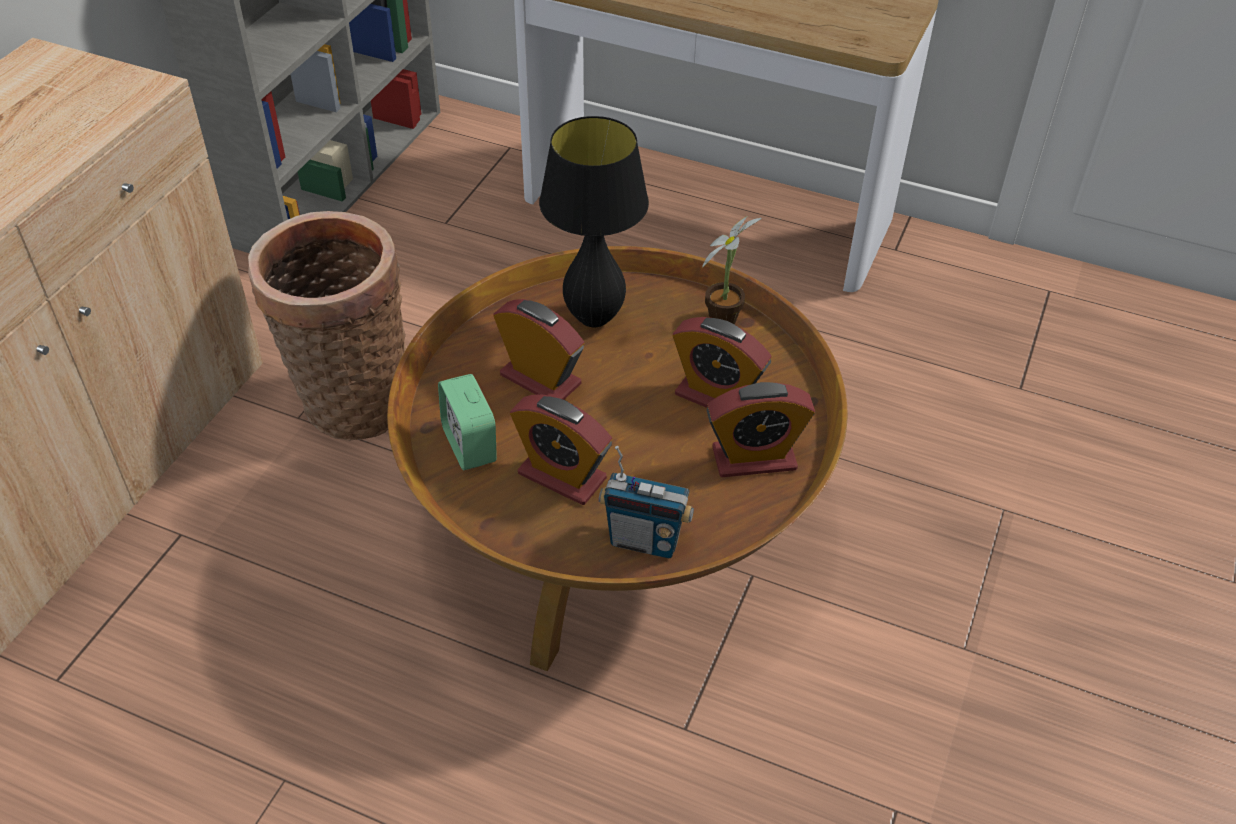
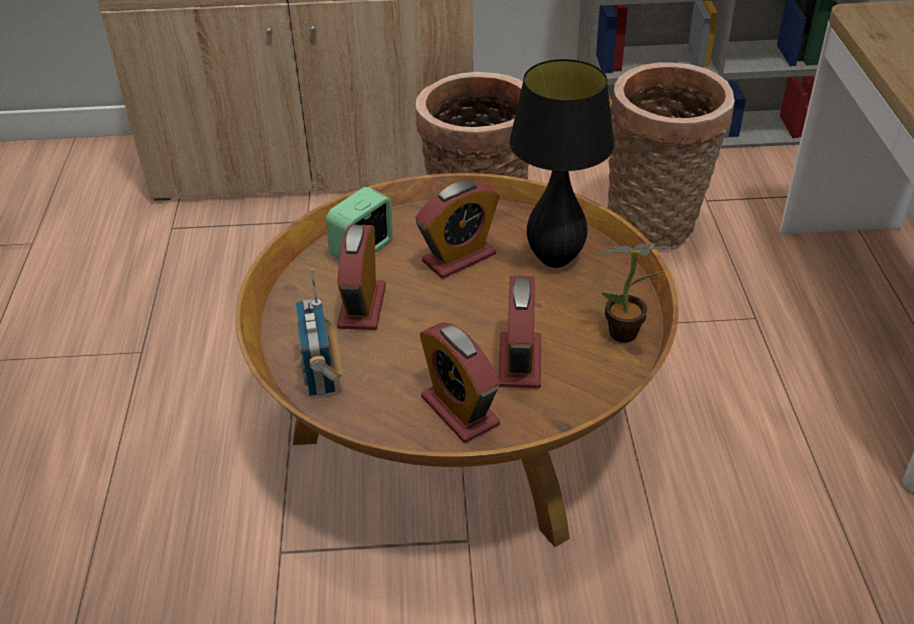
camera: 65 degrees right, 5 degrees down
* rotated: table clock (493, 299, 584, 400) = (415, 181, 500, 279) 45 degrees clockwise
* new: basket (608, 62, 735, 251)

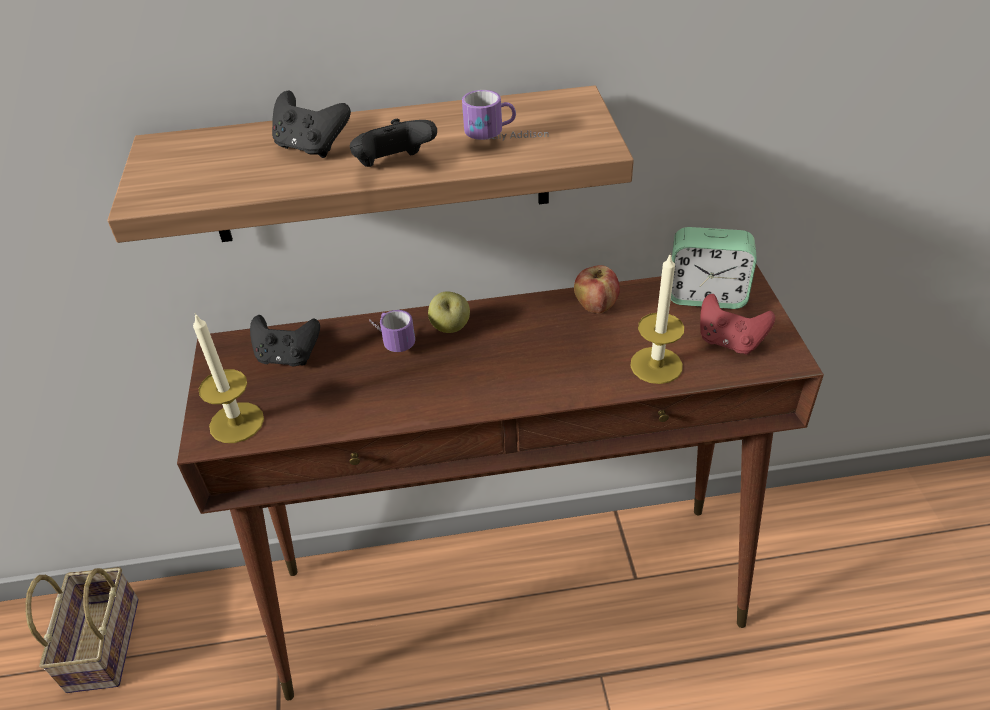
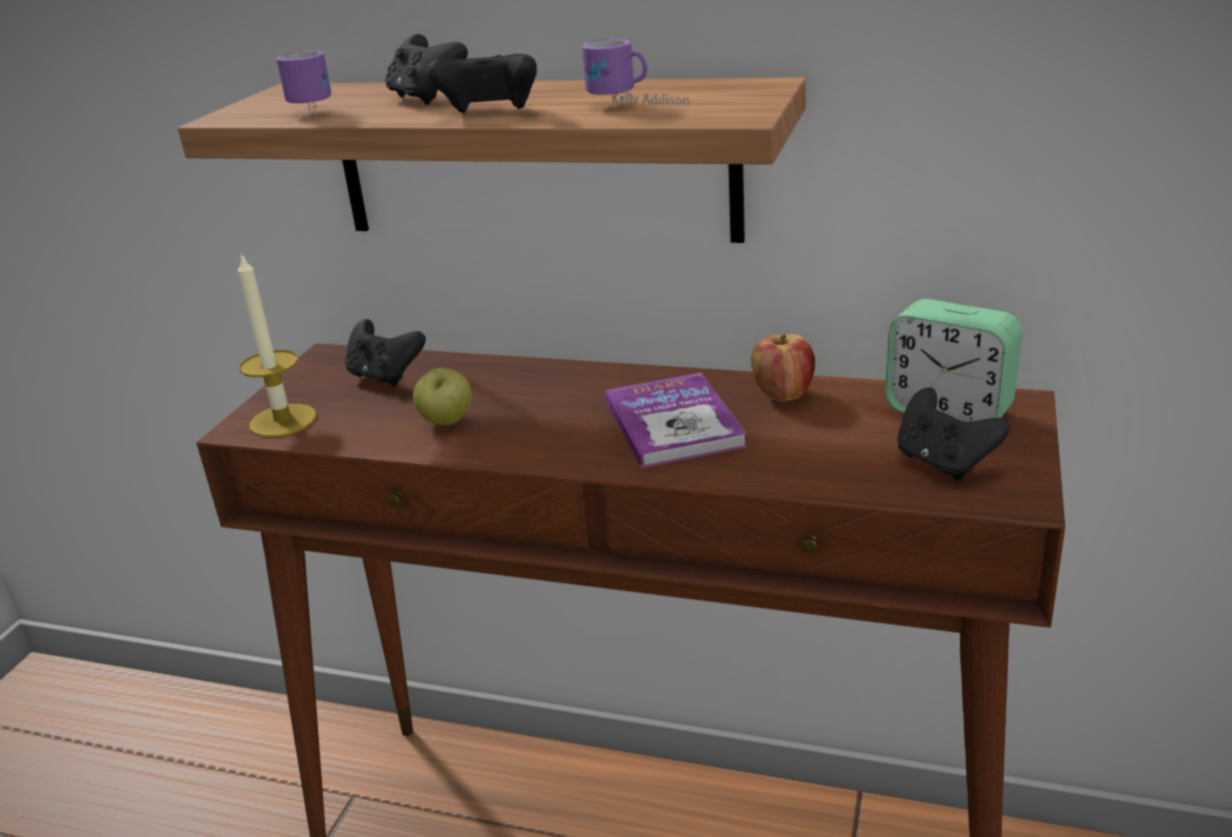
camera: 25 degrees right, 15 degrees down
* gone: wax candle (630, 252, 684, 384)
* shifted: apple fruit (428, 292, 470, 333) to (413, 368, 472, 425)
* repainted: reddish joypad (700, 294, 775, 355) to black-coloured joypad (897, 388, 1010, 481)
* shifted: tea mug (369, 310, 415, 352) to (276, 51, 331, 111)
* gone: basket (25, 567, 139, 693)
* new: book (605, 373, 747, 468)

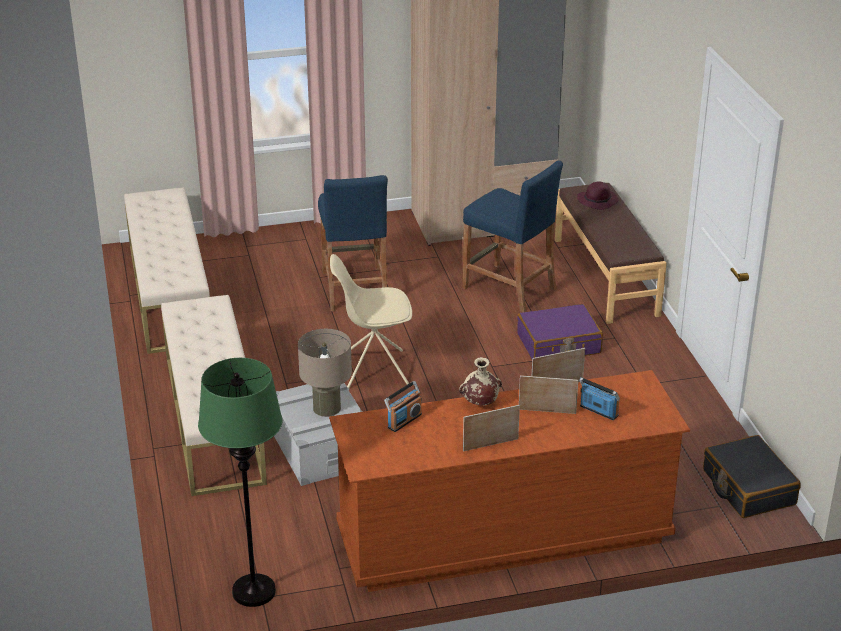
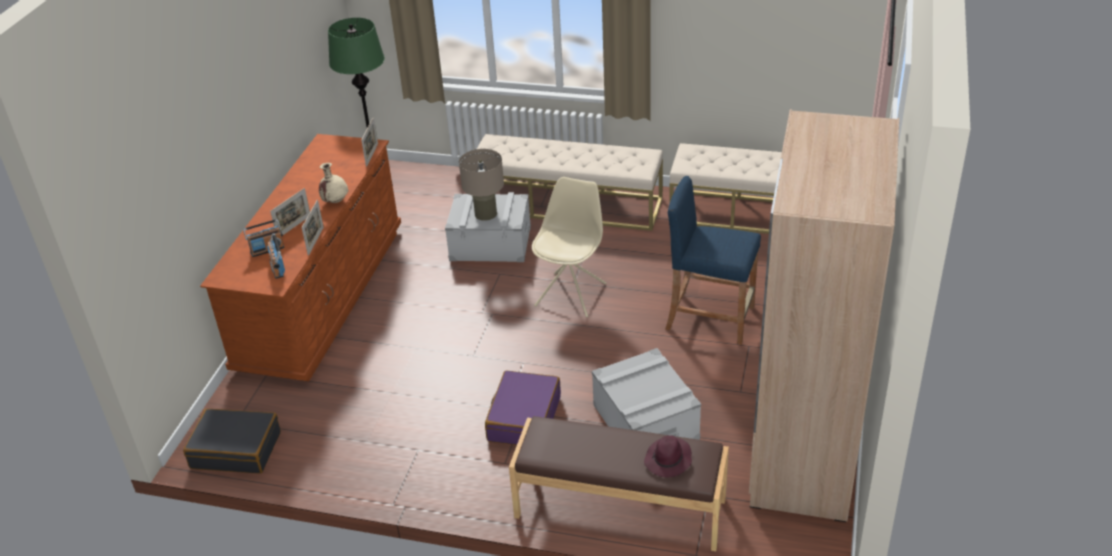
camera: 120 degrees right, 5 degrees up
* swapped: blue-coloured stool (462, 161, 563, 312) to gray storage bin (592, 348, 701, 440)
* shifted: radio receiver (384, 381, 422, 432) to (267, 233, 285, 279)
* shifted: photo frame (463, 405, 520, 451) to (361, 117, 378, 167)

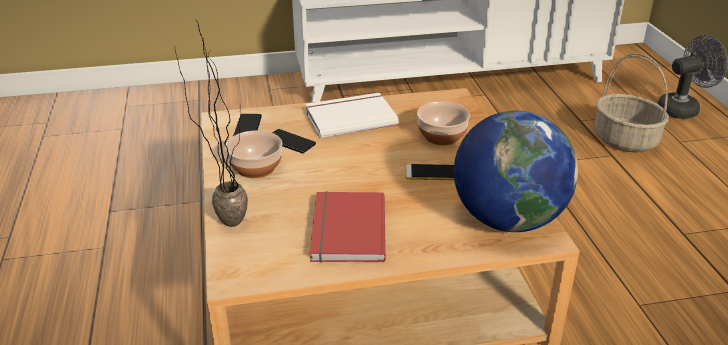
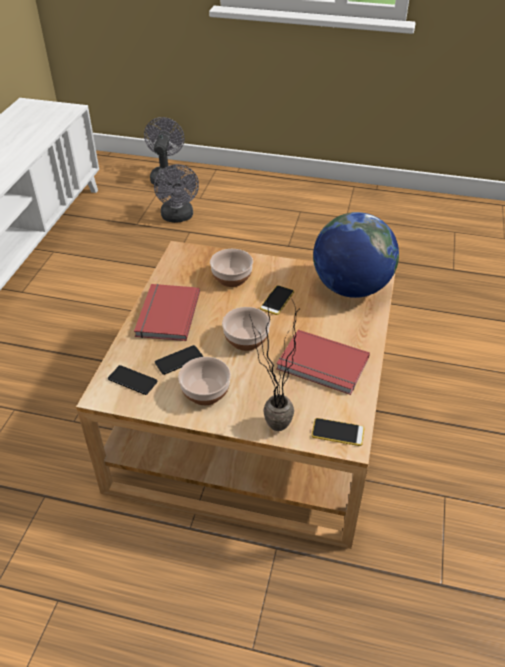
camera: 65 degrees left, 10 degrees up
* swapped: basket (594, 53, 669, 153) to gray cooling fan (154, 164, 199, 223)
* repainted: white-coloured book (305, 93, 399, 138) to reddish book (134, 284, 200, 341)
* new: serving bowl (222, 307, 270, 351)
* new: handset (311, 418, 364, 446)

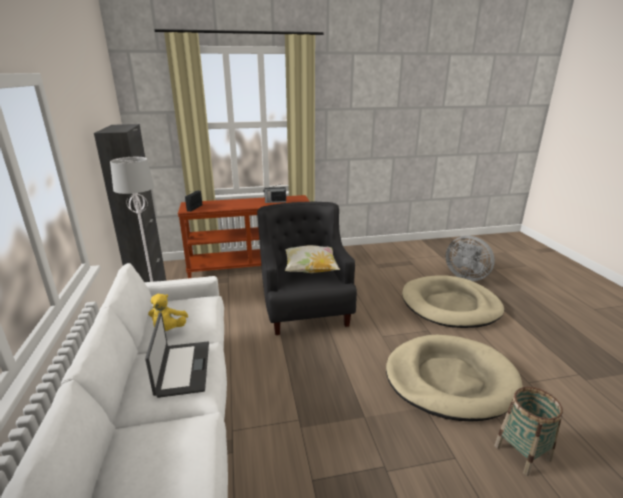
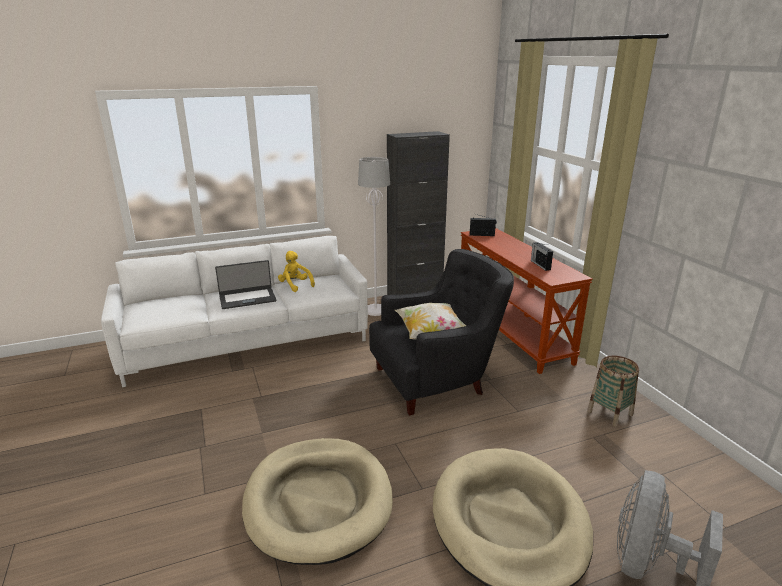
camera: 80 degrees right, 0 degrees up
* rotated: yellowish cuddly toy (148, 294, 188, 331) = (278, 251, 315, 292) 60 degrees clockwise
* shifted: basket (494, 387, 563, 476) to (587, 356, 639, 427)

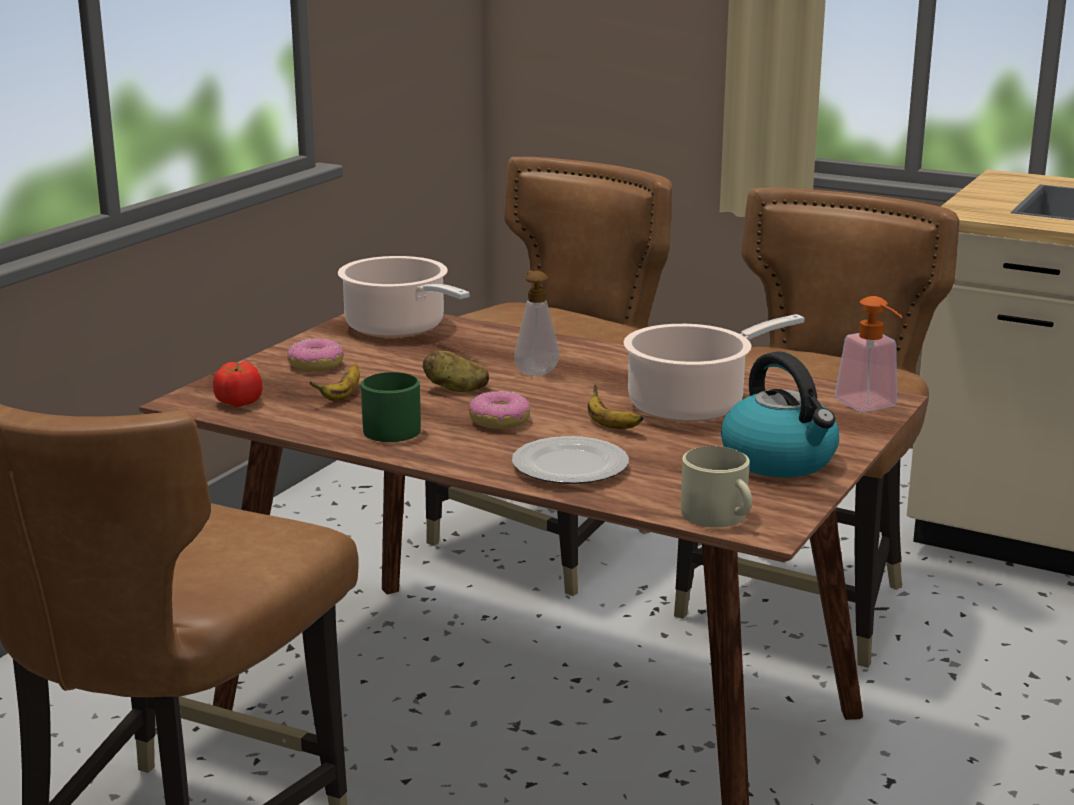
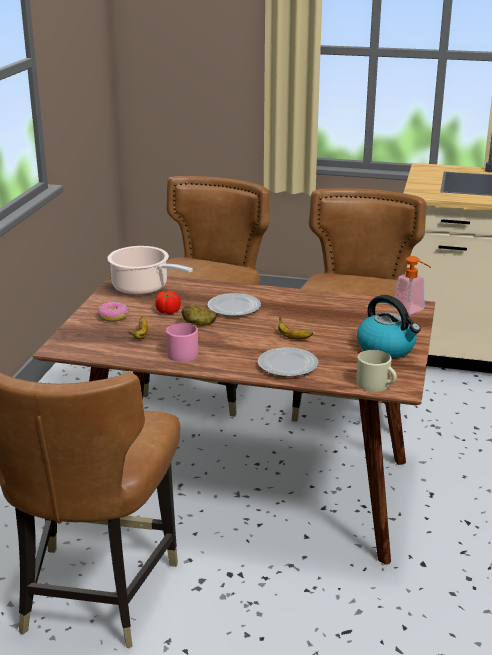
camera: 15 degrees left, 5 degrees up
* swapped: liquid soap bottle (515, 270, 559, 376) to plate (207, 293, 261, 316)
* gone: saucepot (623, 314, 804, 422)
* shifted: fresh tomato (213, 361, 263, 407) to (155, 290, 181, 315)
* repainted: green-coloured tea mug (361, 372, 421, 442) to pinkish tea mug (166, 323, 198, 362)
* gone: ring doughnut (469, 390, 531, 429)

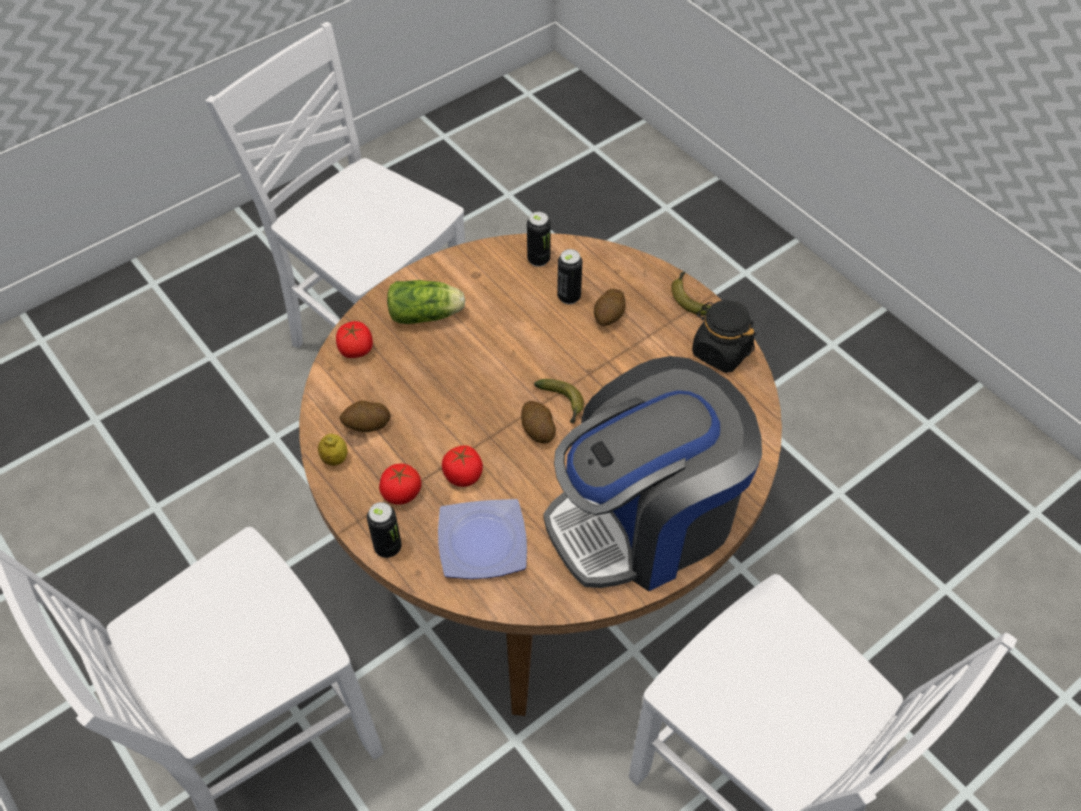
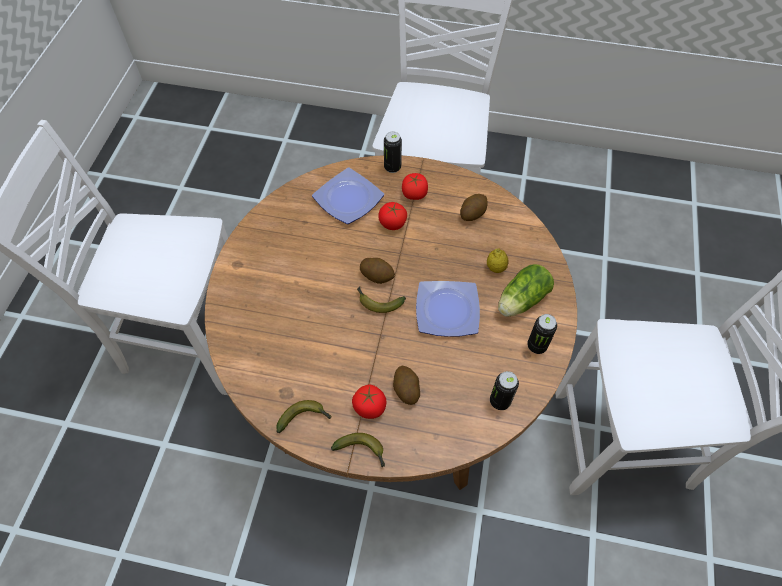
camera: 140 degrees right, 5 degrees up
* shifted: sealed can (557, 249, 582, 304) to (527, 314, 557, 354)
* swapped: black-coloured preserve jar (692, 300, 756, 373) to whole banana (276, 400, 331, 433)
* shifted: fresh tomato (336, 321, 373, 358) to (352, 384, 387, 419)
* gone: coffee maker (544, 356, 762, 591)
* shifted: lemon (318, 434, 348, 466) to (487, 249, 509, 273)
* new: plate (416, 281, 480, 337)

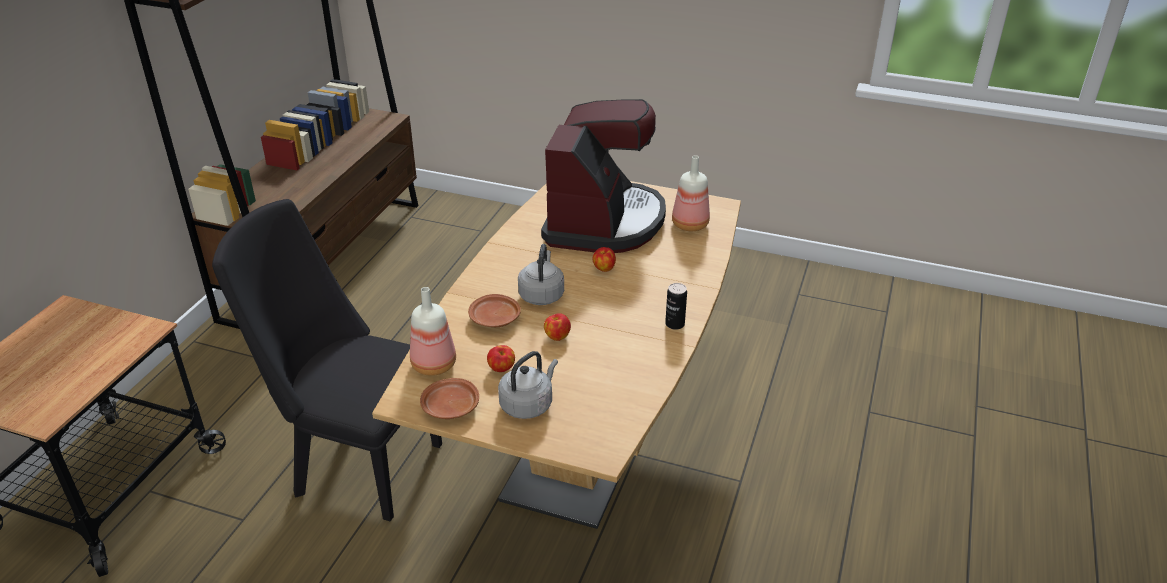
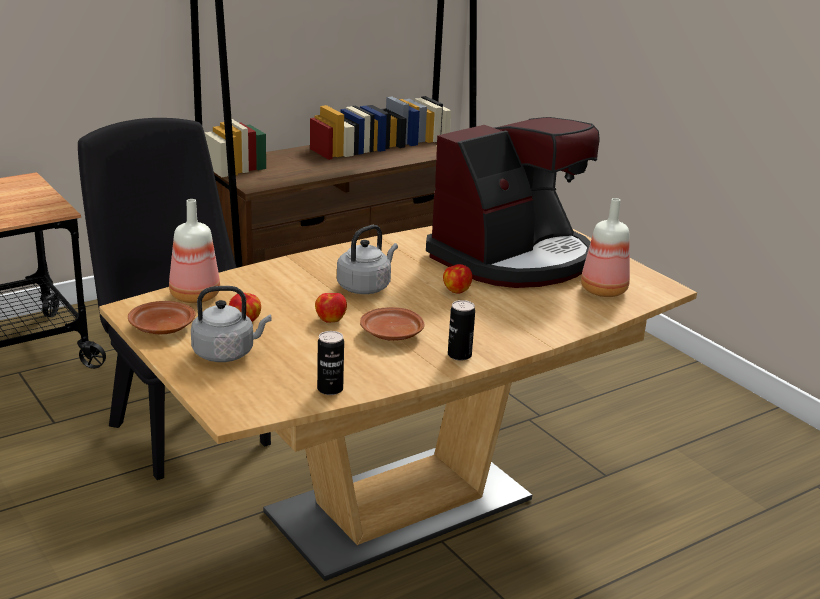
camera: 35 degrees right, 10 degrees down
* shifted: brown-coloured plate (468, 294, 521, 327) to (360, 307, 425, 341)
* new: sealed can (317, 331, 344, 395)

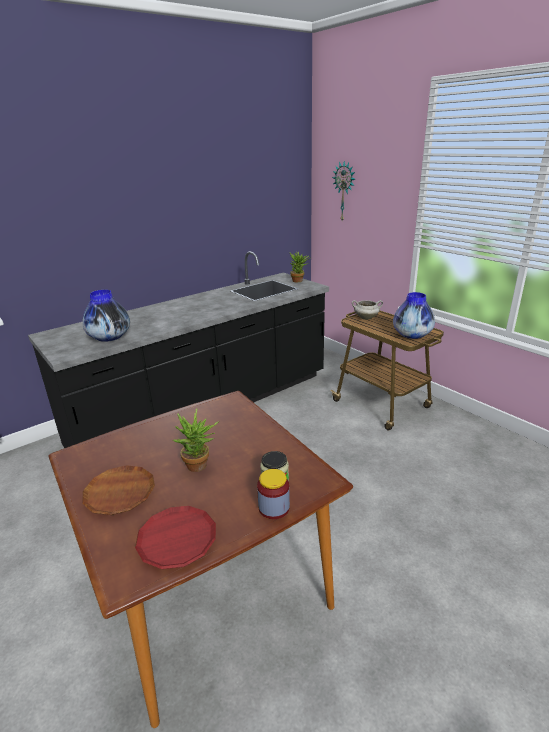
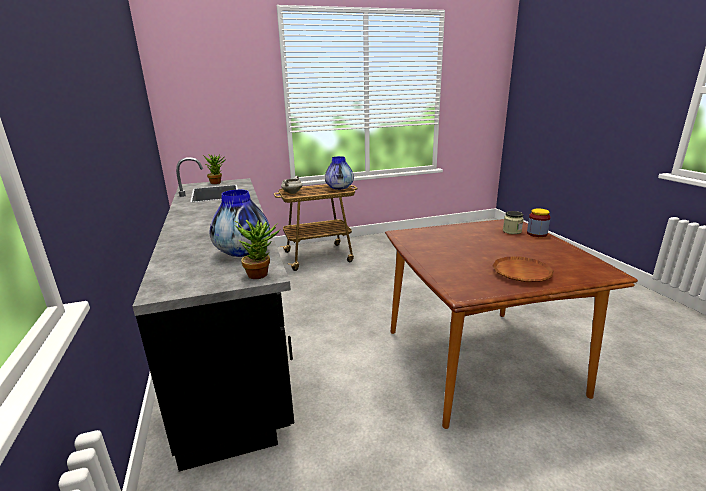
camera: 70 degrees left, 5 degrees down
* gone: wall clock (332, 161, 355, 221)
* shifted: plant in a pot (173, 408, 218, 472) to (235, 220, 280, 279)
* gone: reddish plate (135, 506, 216, 569)

